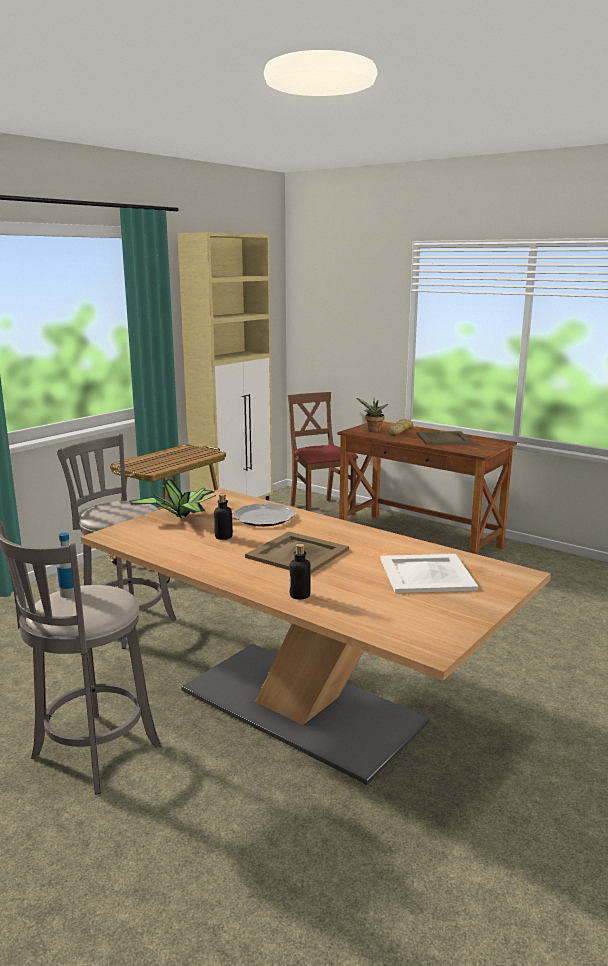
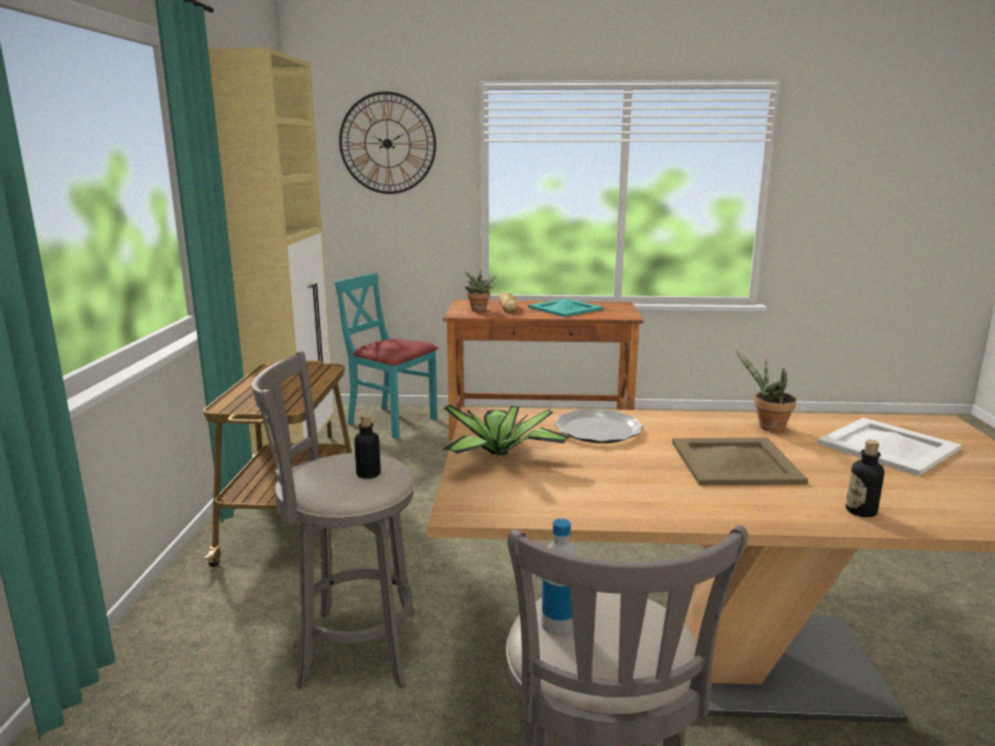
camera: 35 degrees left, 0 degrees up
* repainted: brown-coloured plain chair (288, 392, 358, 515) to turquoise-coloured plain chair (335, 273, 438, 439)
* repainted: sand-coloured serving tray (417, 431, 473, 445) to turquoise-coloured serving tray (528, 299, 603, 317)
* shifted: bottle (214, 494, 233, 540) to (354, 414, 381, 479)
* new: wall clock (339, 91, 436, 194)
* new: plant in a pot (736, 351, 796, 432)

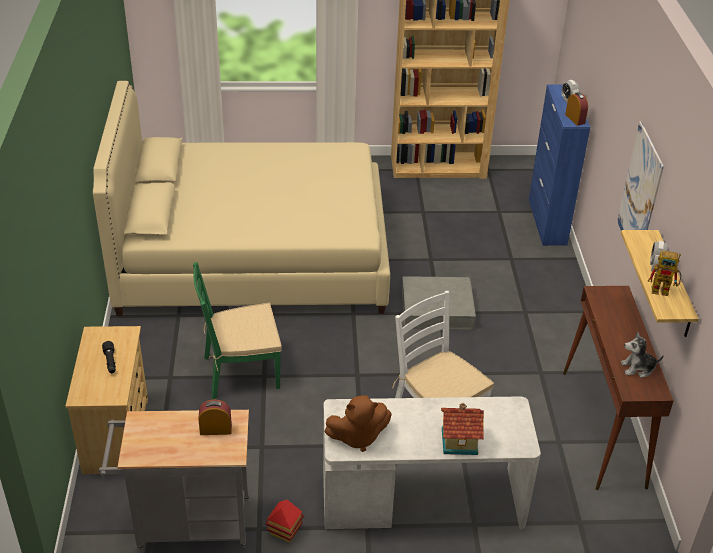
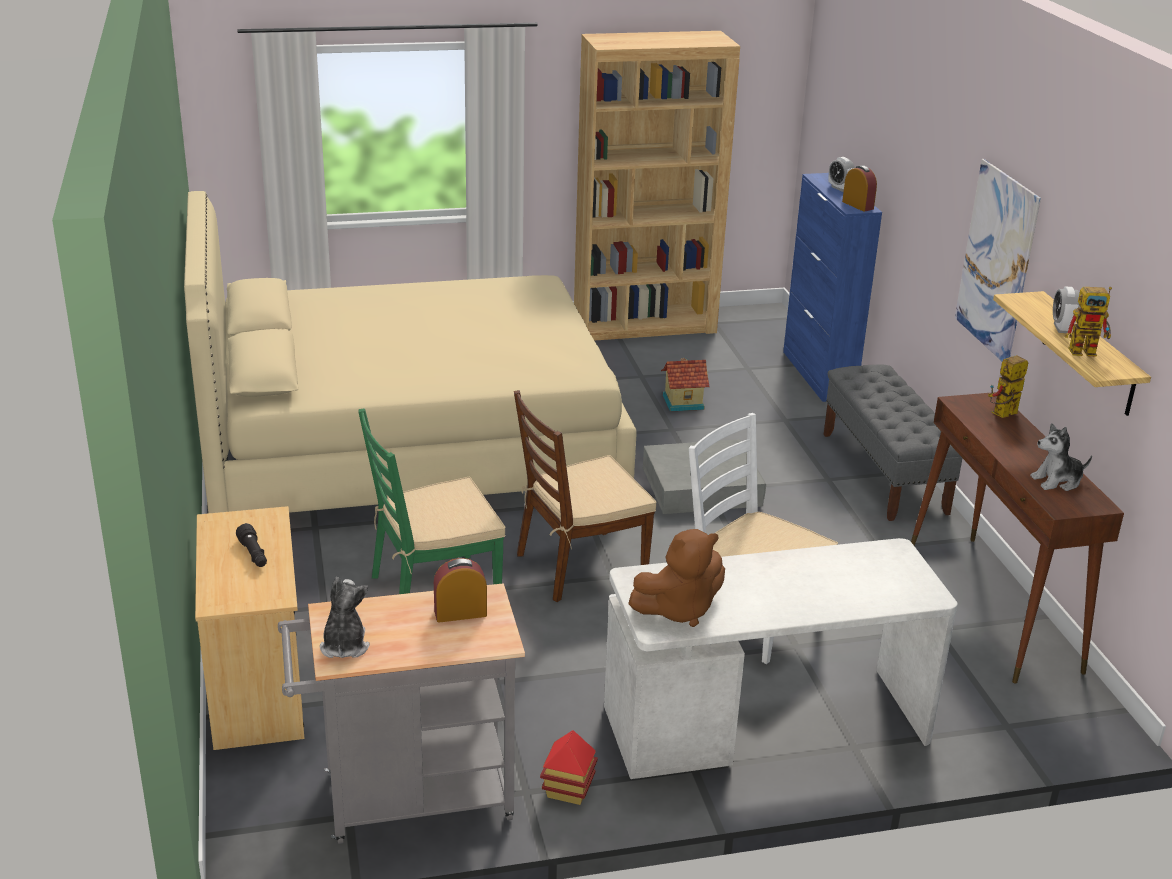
camera: 10 degrees left, 10 degrees down
* shifted: model house (441, 403, 484, 455) to (661, 358, 710, 412)
* new: toy robot (988, 355, 1028, 418)
* new: gray bench (824, 364, 962, 521)
* new: brown-coloured plain chair (514, 390, 657, 602)
* new: cuddly toy (320, 577, 370, 658)

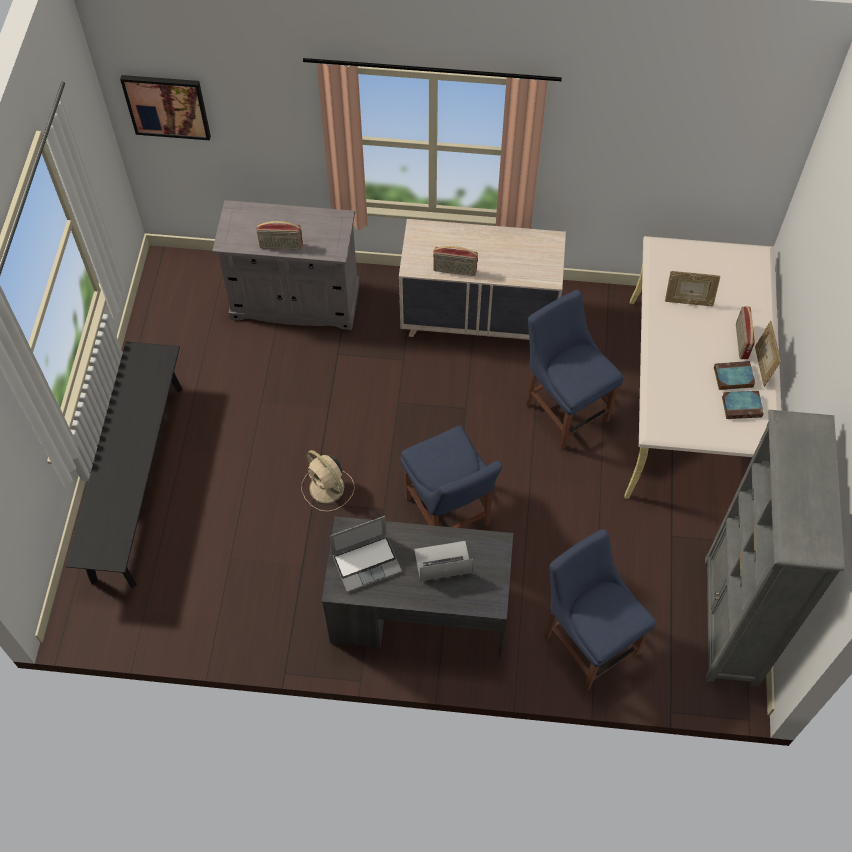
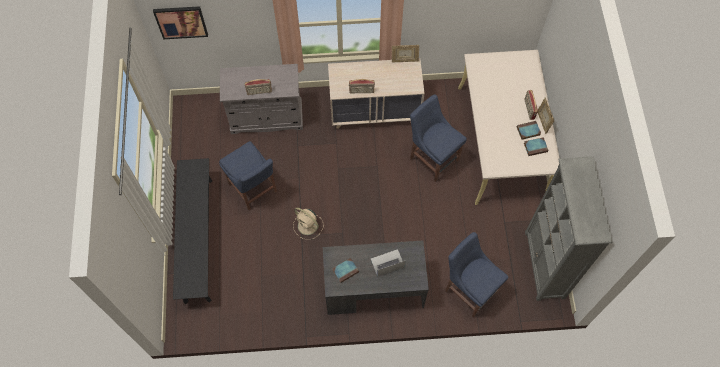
camera: 10 degrees left, 5 degrees up
* shifted: photo frame (665, 271, 721, 306) to (392, 45, 419, 62)
* shifted: blue-coloured plain chair (400, 426, 502, 528) to (219, 141, 277, 210)
* swapped: portable computer (329, 516, 402, 592) to book (332, 258, 359, 283)

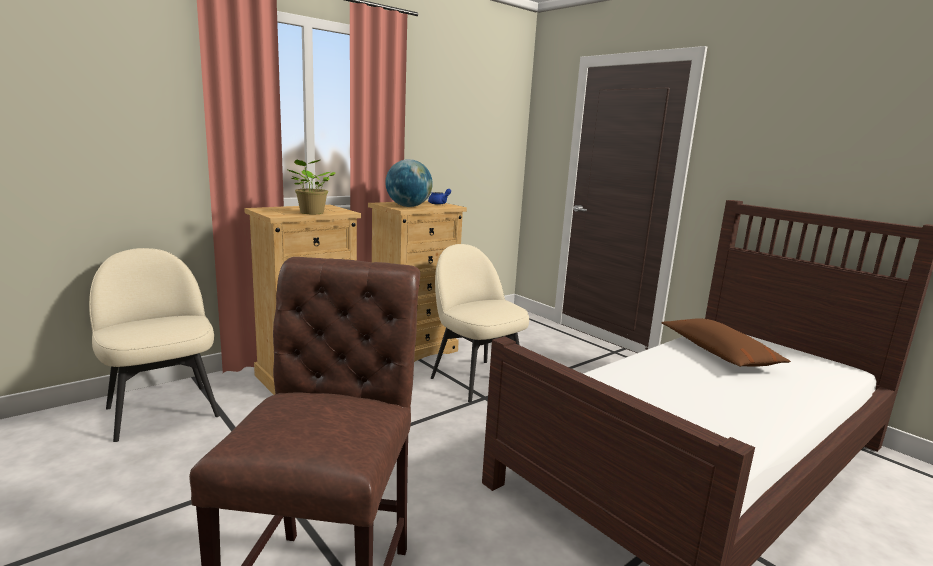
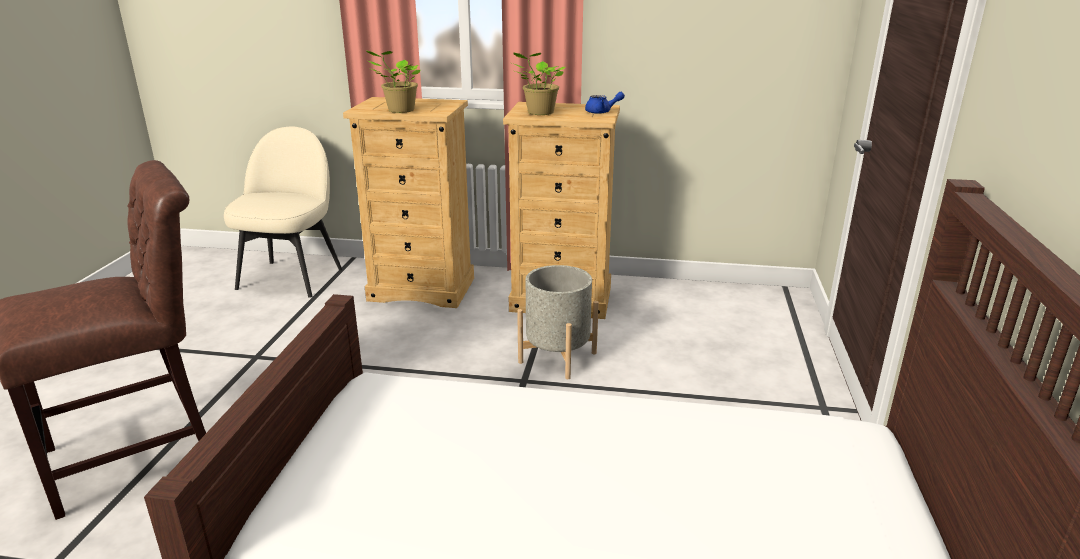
camera: 50 degrees right, 10 degrees up
* swapped: world globe (385, 159, 433, 207) to plant in a pot (512, 52, 565, 115)
* swapped: sand-coloured plain chair (431, 244, 529, 402) to gray planter (517, 265, 599, 379)
* gone: brown-coloured throw pillow (662, 318, 791, 367)

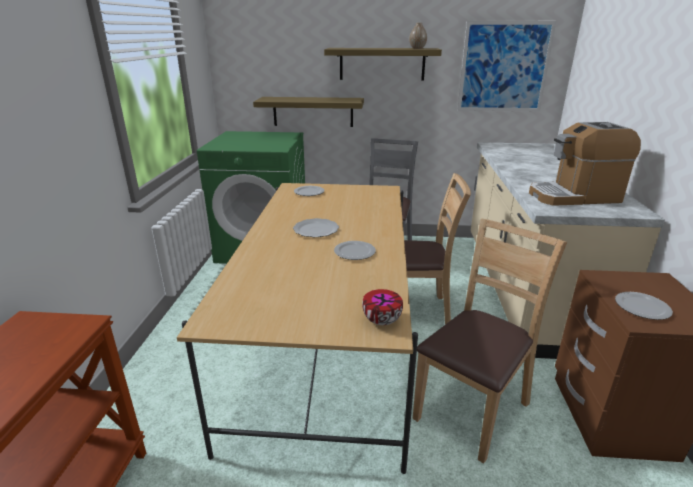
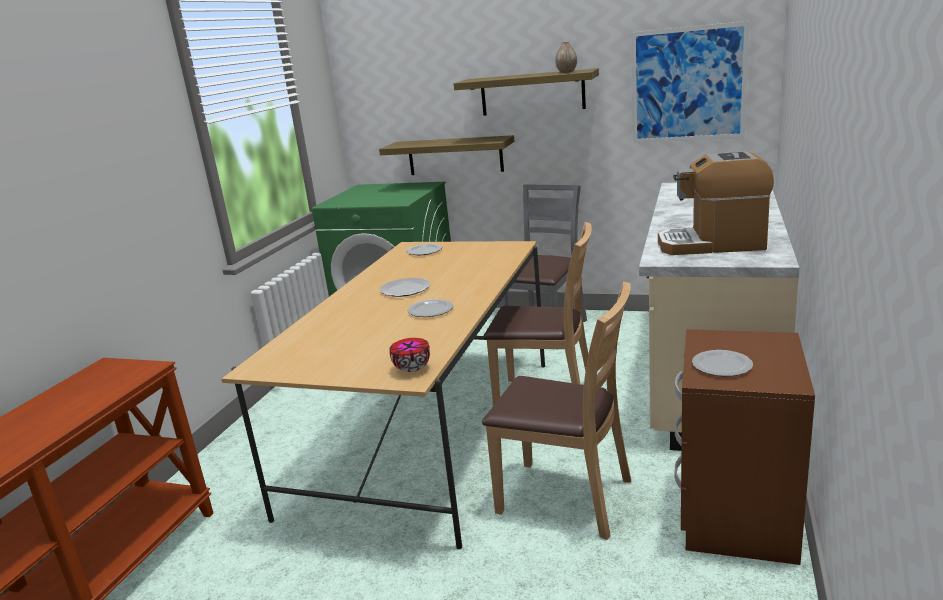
camera: 15 degrees right, 5 degrees down
* rotated: brown-coloured plain chair (413, 219, 567, 464) = (482, 281, 631, 540) 60 degrees clockwise

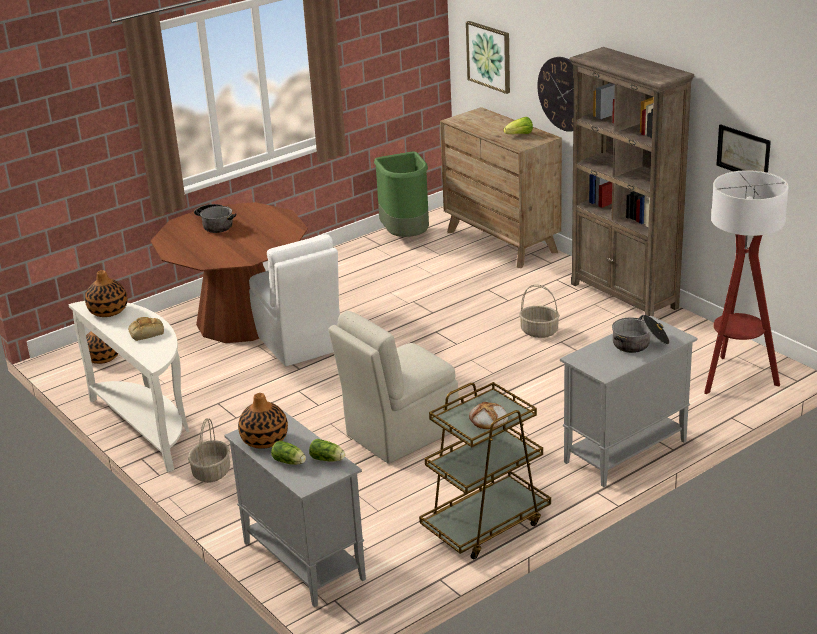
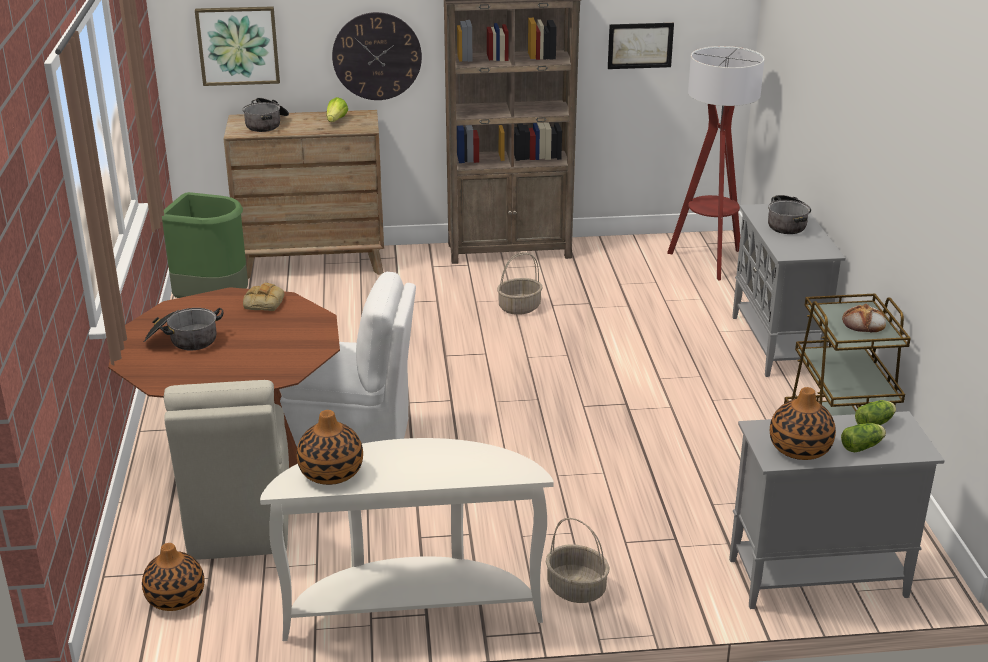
camera: 60 degrees left, 0 degrees up
* shifted: sand-coloured plain chair (328, 311, 459, 464) to (164, 380, 289, 560)
* shifted: baked bread (128, 317, 164, 341) to (243, 283, 284, 311)
* new: saucepot (243, 98, 289, 132)

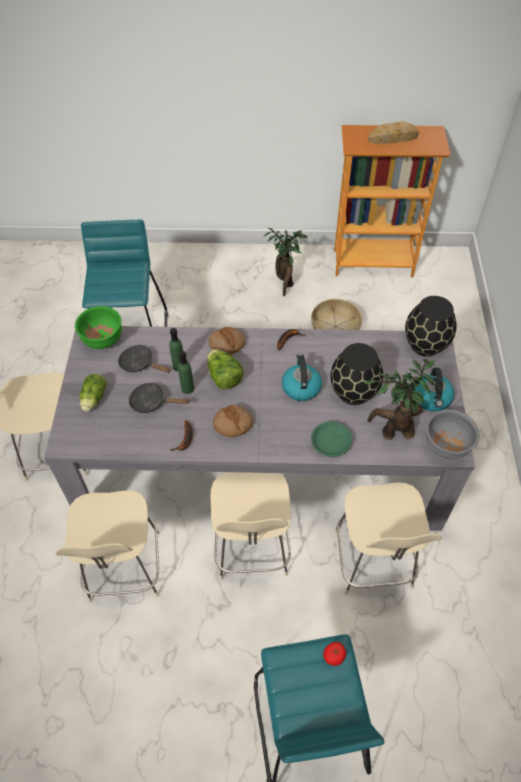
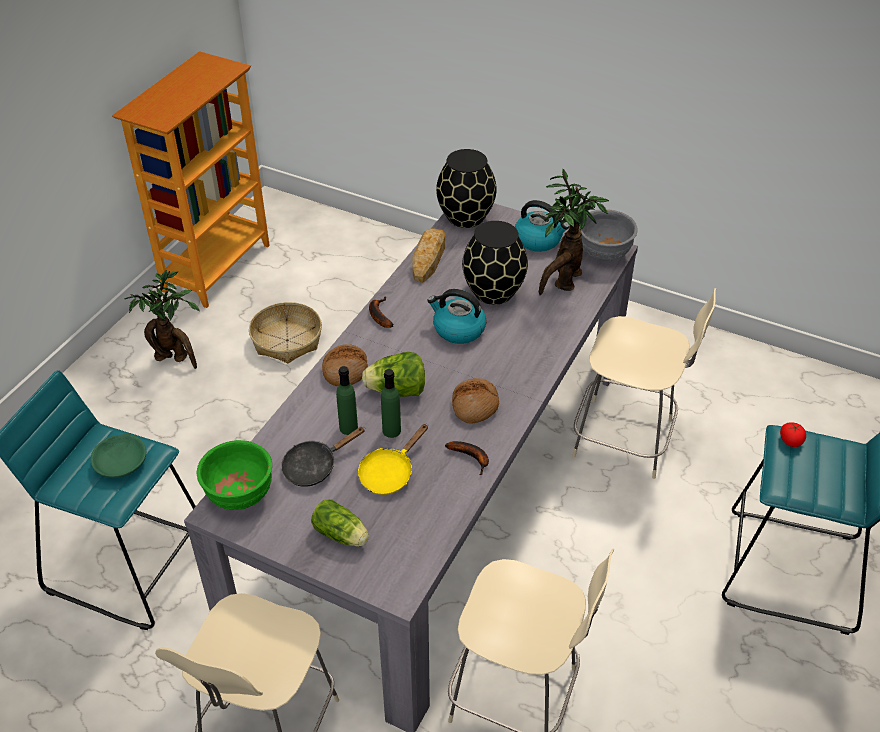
camera: 65 degrees left, 10 degrees down
* shifted: baked bread (368, 121, 419, 144) to (412, 228, 445, 283)
* repainted: black-coloured skillet (129, 382, 189, 413) to yellowish skillet (358, 424, 428, 495)
* shifted: green-coloured serving bowl (311, 421, 352, 457) to (90, 434, 146, 478)
* gone: sand-coloured plain chair (211, 472, 291, 580)

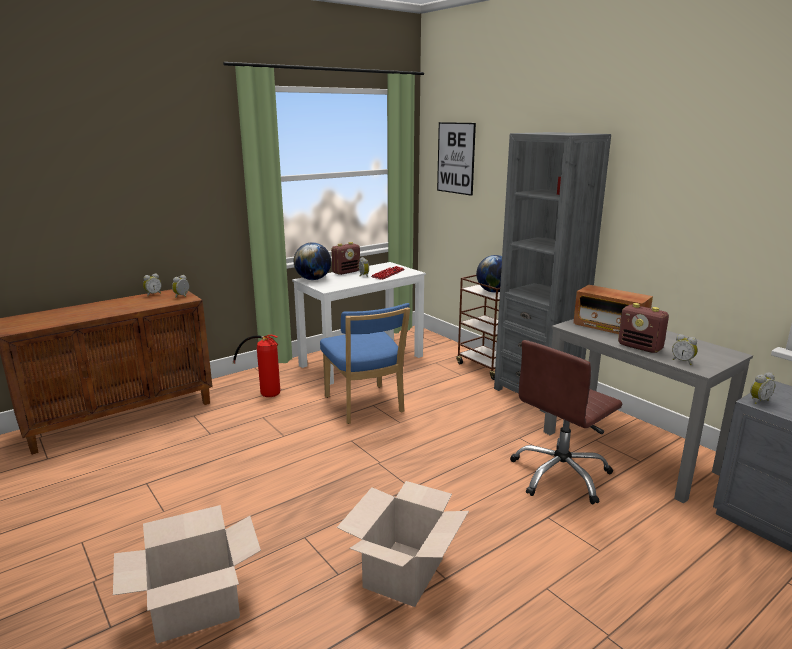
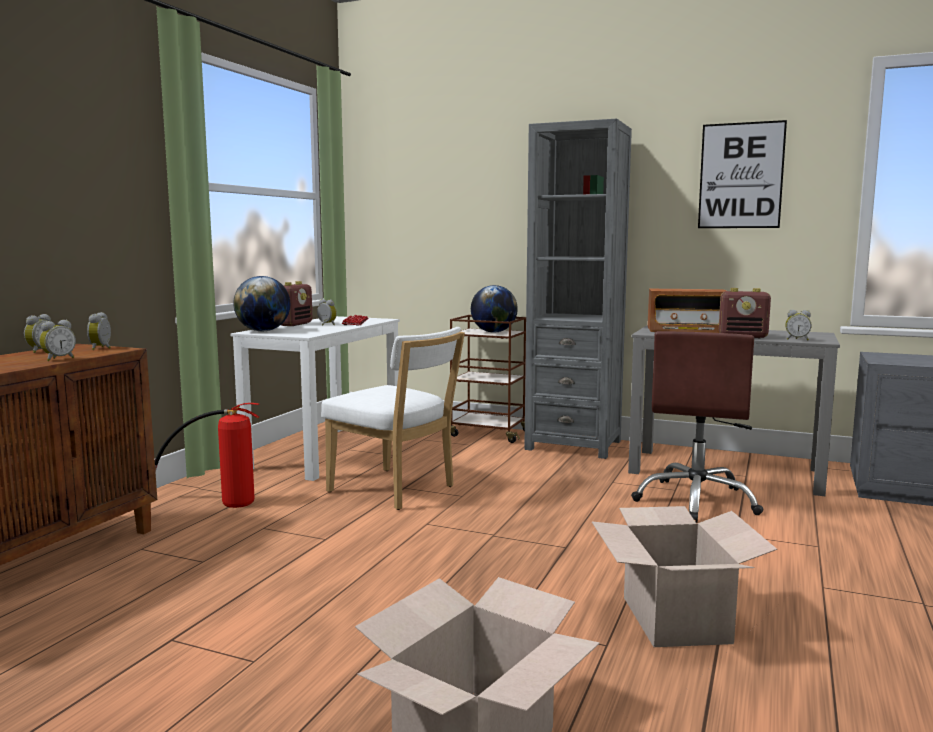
camera: 30 degrees left, 10 degrees down
* shifted: wall art (437, 122, 476, 196) to (698, 120, 787, 228)
* repainted: blue-coloured plain chair (320, 303, 410, 424) to white-coloured plain chair (321, 327, 465, 510)
* shifted: table clock (750, 373, 775, 404) to (39, 320, 76, 361)

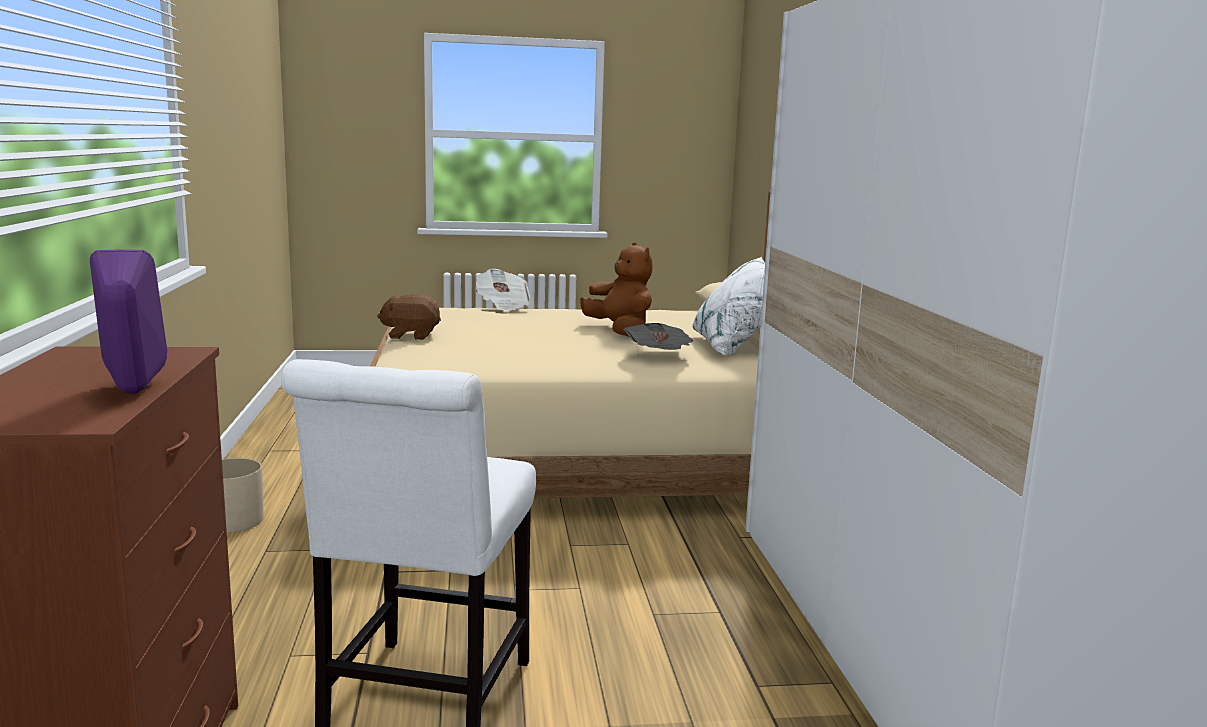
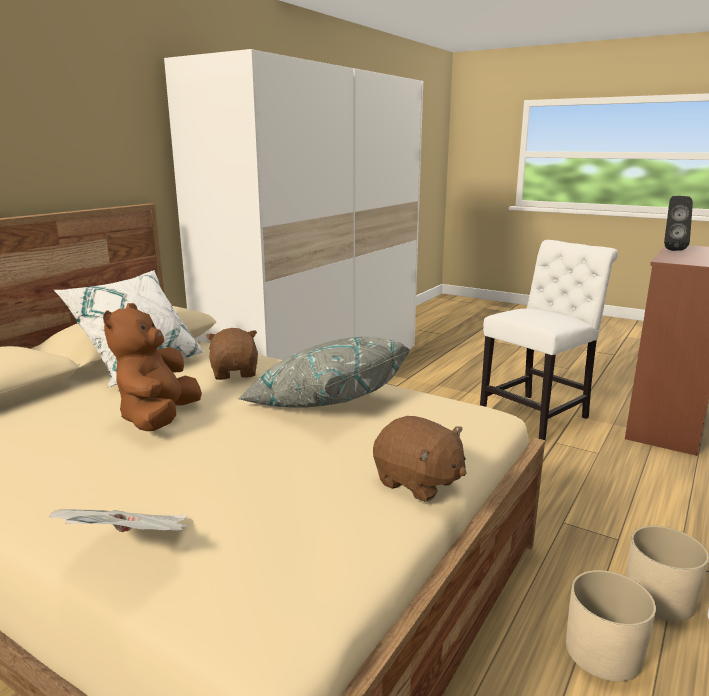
camera: 140 degrees left, 5 degrees up
* repainted: purple-coloured loudspeaker (90, 249, 167, 394) to black-coloured loudspeaker (664, 196, 693, 251)
* swapped: newspaper (623, 323, 693, 350) to brown-coloured cuddly toy (206, 328, 258, 380)
* new: gray throw pillow (238, 337, 410, 408)
* new: sand-coloured planter (566, 570, 656, 682)

